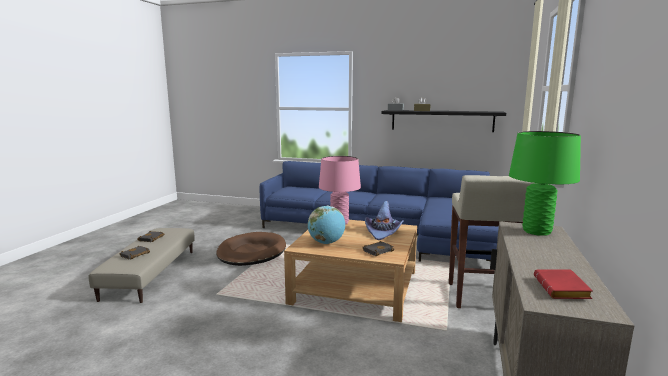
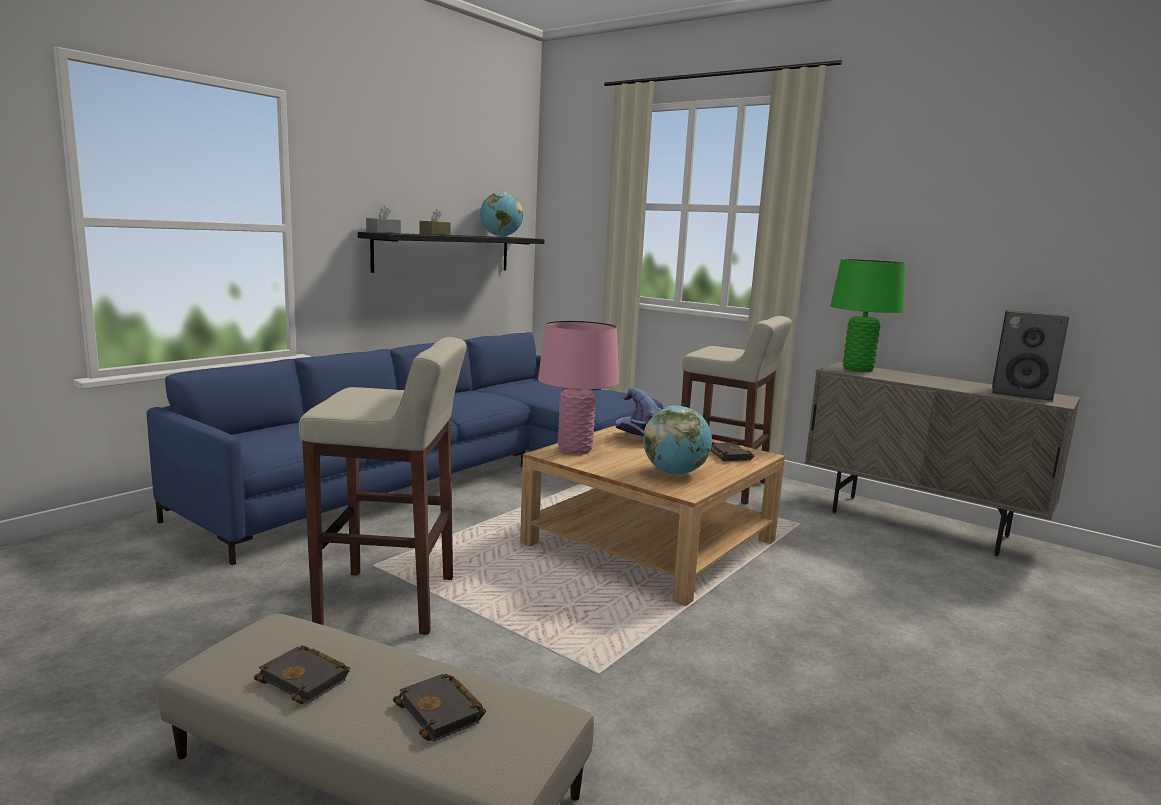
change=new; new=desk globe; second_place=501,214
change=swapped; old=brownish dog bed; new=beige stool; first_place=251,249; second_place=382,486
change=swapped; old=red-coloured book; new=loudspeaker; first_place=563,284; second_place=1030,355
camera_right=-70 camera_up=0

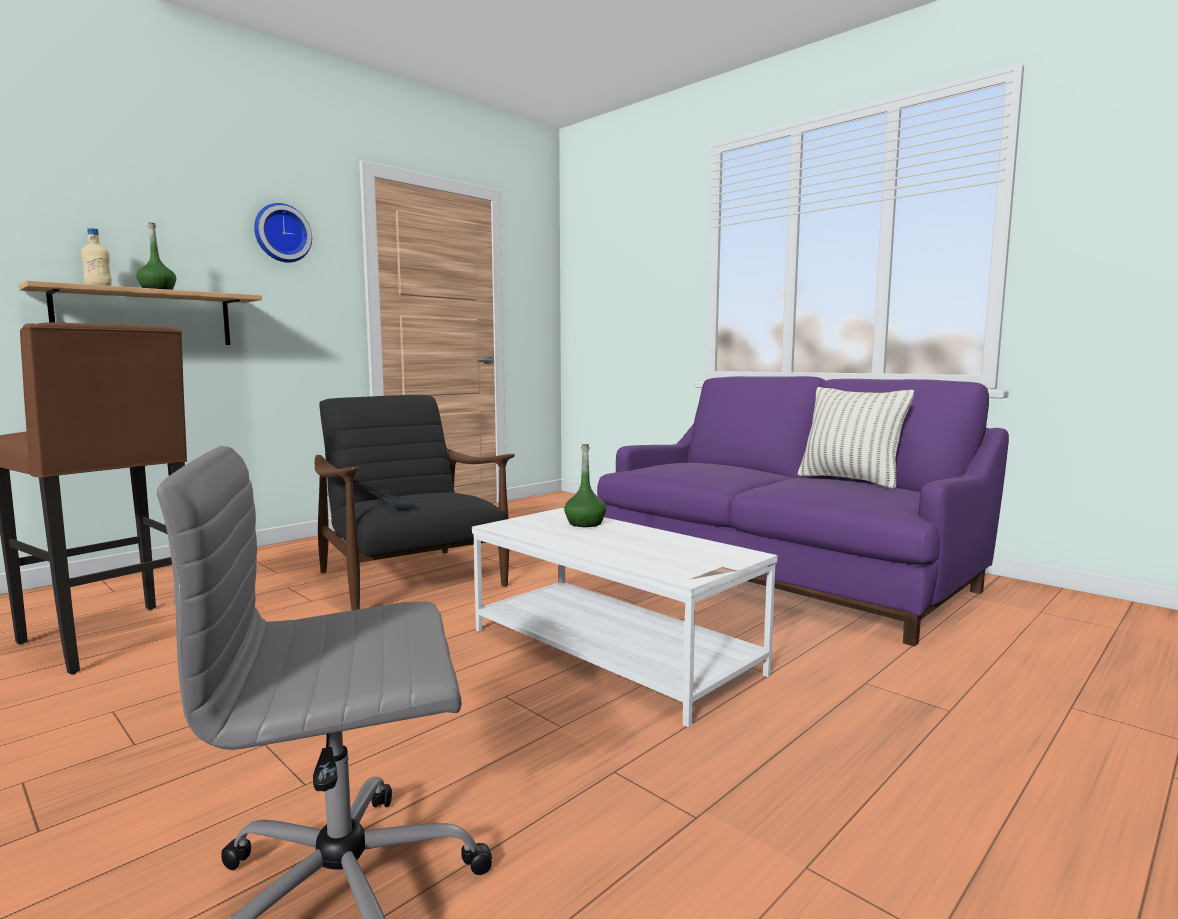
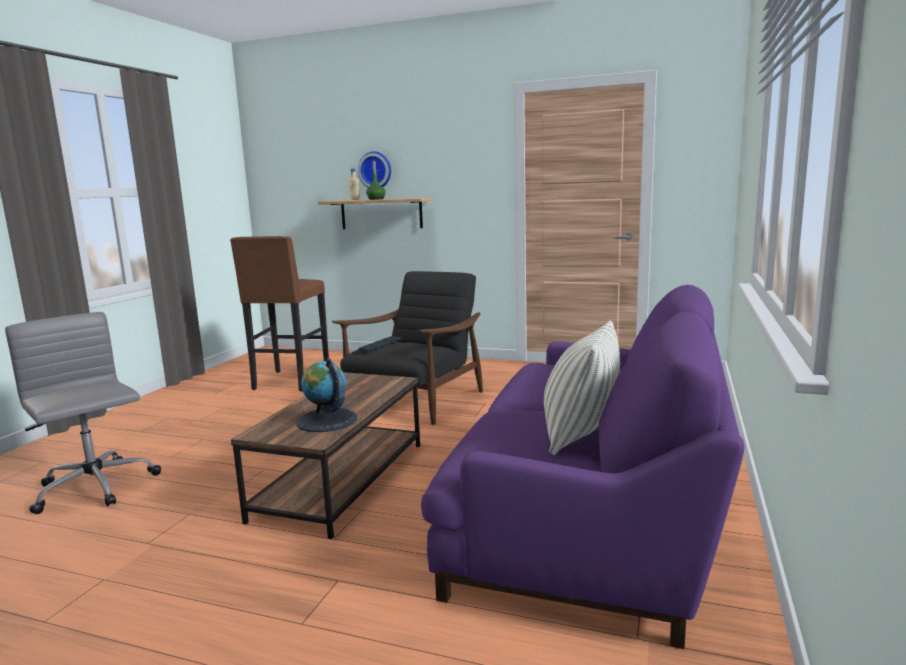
change=gone; old=greenish bottle; first_place=585,485
change=new; new=desk globe; second_place=326,395
change=shifted; old=clock on the wall; first_place=283,232; second_place=374,169
change=repainted; old=whitish coffee table; new=brownish coffee table; first_place=625,617; second_place=325,455
camera_right=65 camera_up=5

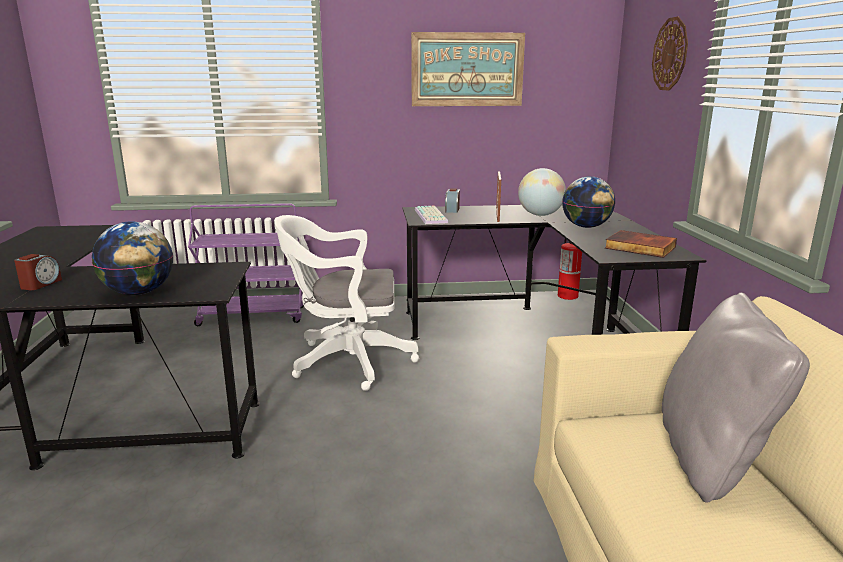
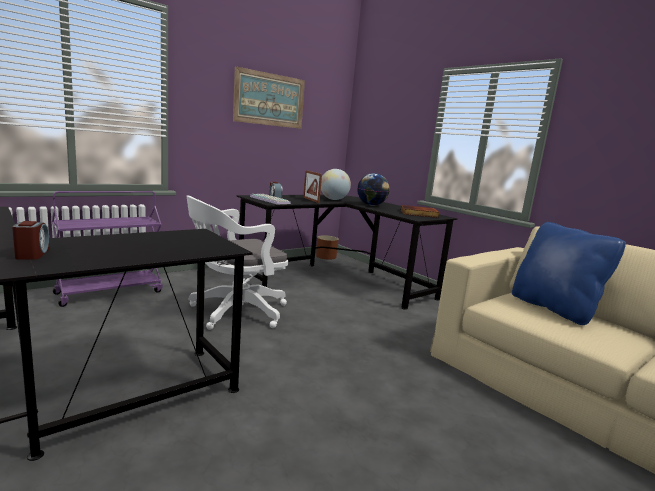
change=gone; old=desk globe; first_place=132,258
change=gone; old=clock on the wall; first_place=670,53
change=swapped; old=extinguisher; new=brownish flower pot; first_place=570,269; second_place=327,247
change=repainted; old=gray pillow; new=blue-coloured pillow; first_place=736,398; second_place=569,273
camera_right=-35 camera_up=-5

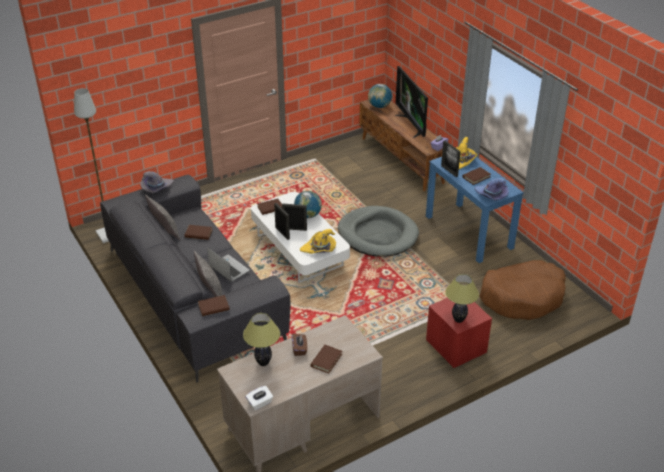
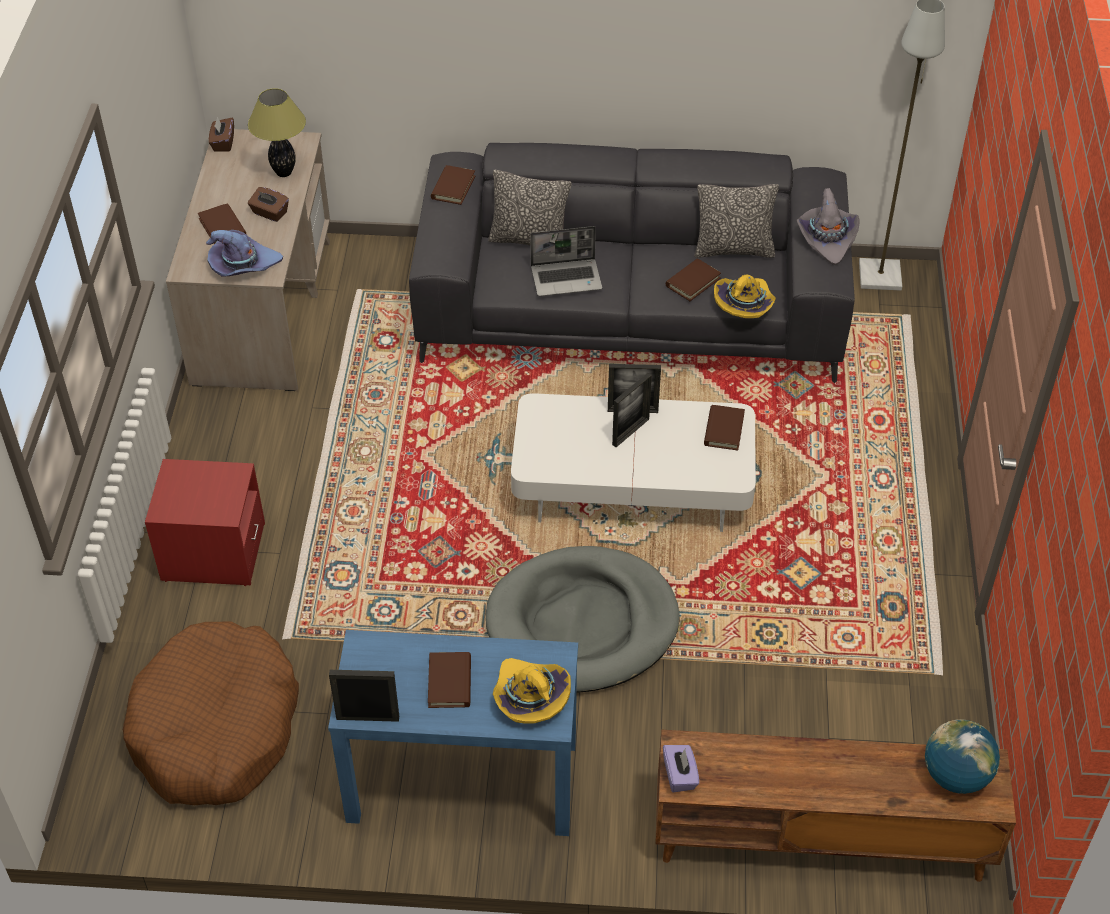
change=gone; old=desk globe; first_place=308,204
change=gone; old=TV; first_place=411,102
change=gone; old=tabletop lamp; first_place=462,298
change=shifted; old=yellowish clothing hat; first_place=318,241; second_place=745,296
change=shifted; old=photo frame; first_place=451,159; second_place=364,696
change=shifted; old=purplish clothing hat; first_place=491,189; second_place=244,253
change=repainted; old=whitish tissue holder; new=brownish tissue holder; first_place=259,398; second_place=221,134
camera_right=125 camera_up=10

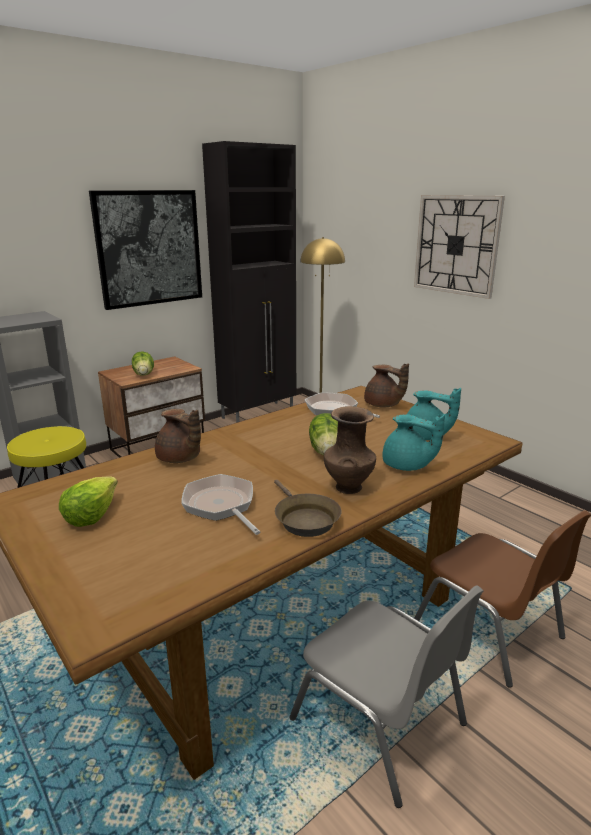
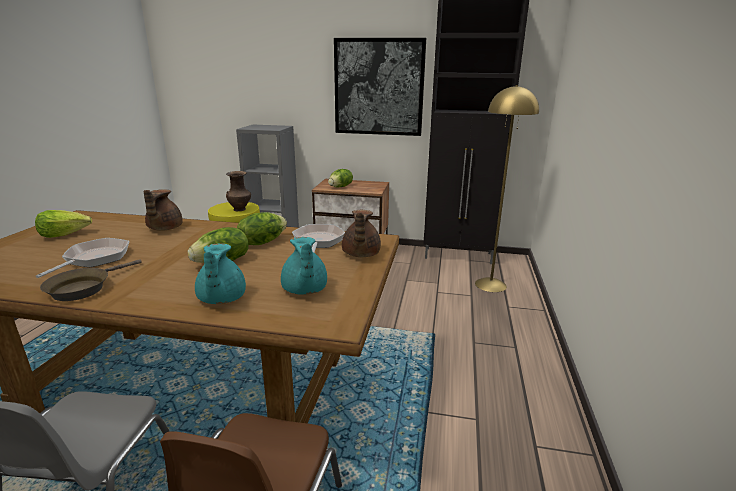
change=gone; old=clock on the wall; first_place=459,247
change=new; new=lettuce head; second_place=262,228
change=shifted; old=brownish vase; first_place=350,450; second_place=238,191
camera_right=50 camera_up=0

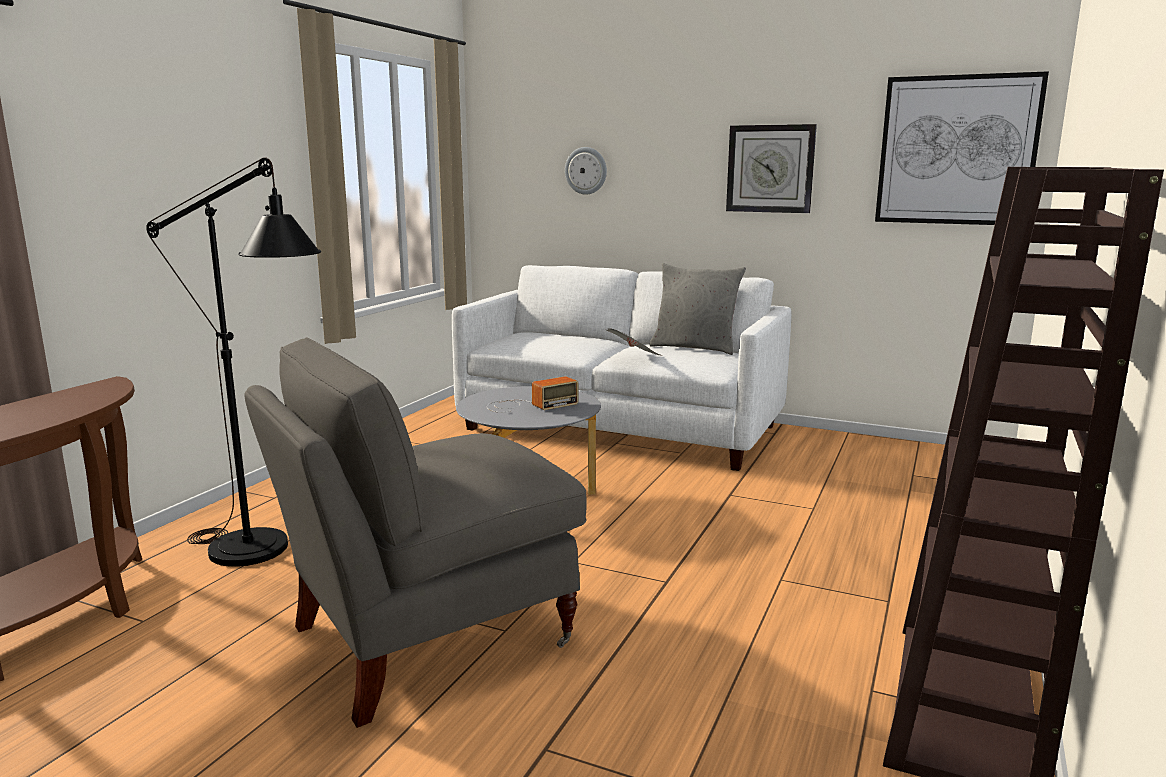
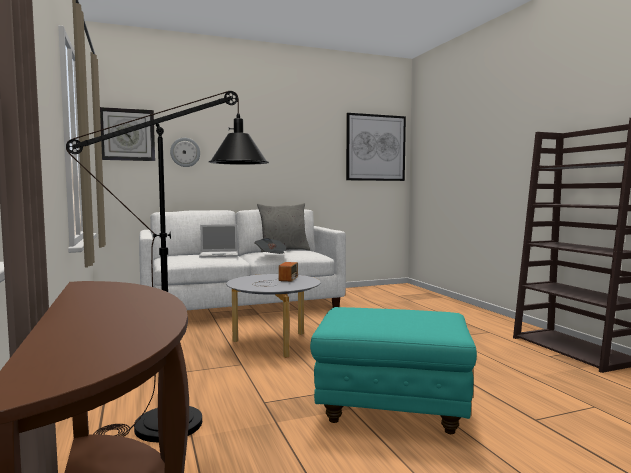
change=new; new=notebook computer; second_place=218,241
change=shifted; old=clock on the wall; first_place=771,168; second_place=127,134
change=swapped; old=gray lounge chair; new=turquoise-coloured footrest; first_place=415,532; second_place=393,370
camera_right=-45 camera_up=-10

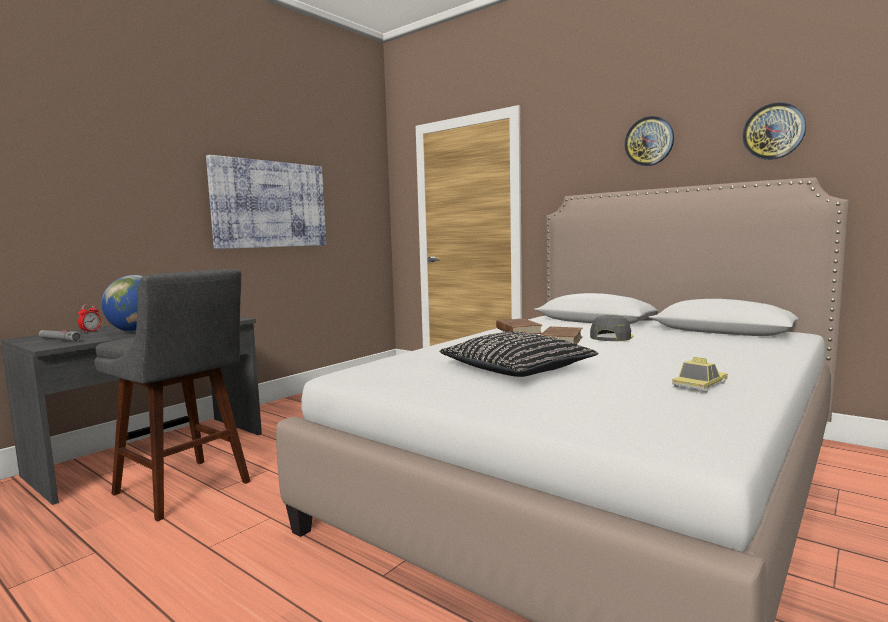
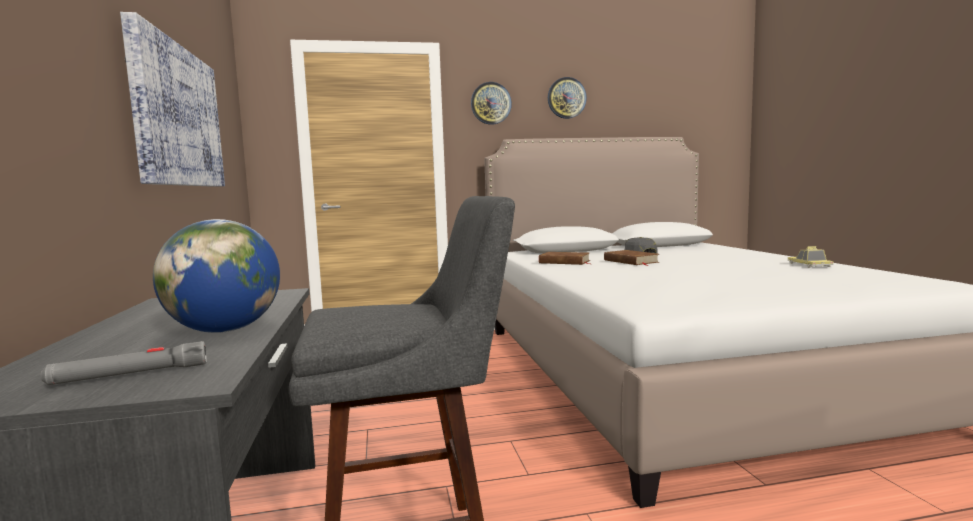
change=gone; old=table clock; first_place=89,318
change=gone; old=black-coloured pillow; first_place=518,354
change=shifted; old=clock on the wall; first_place=774,131; second_place=491,103
camera_right=-50 camera_up=0

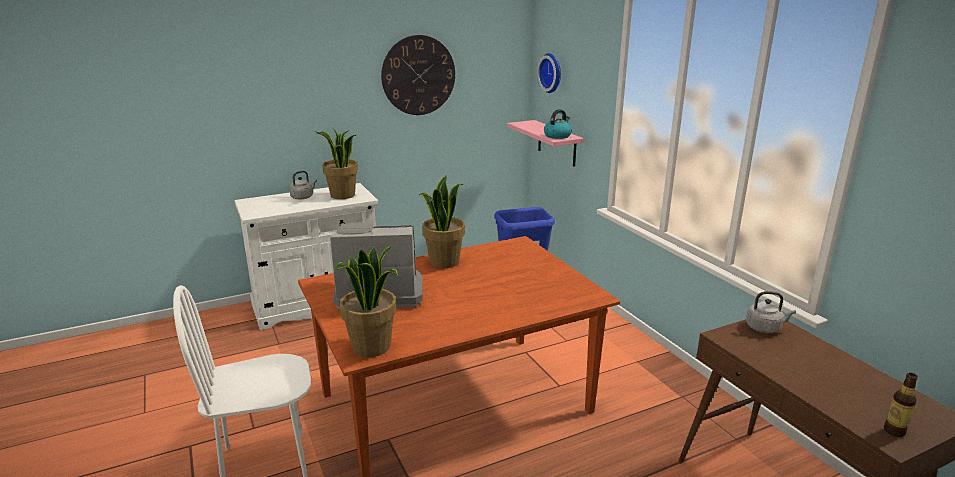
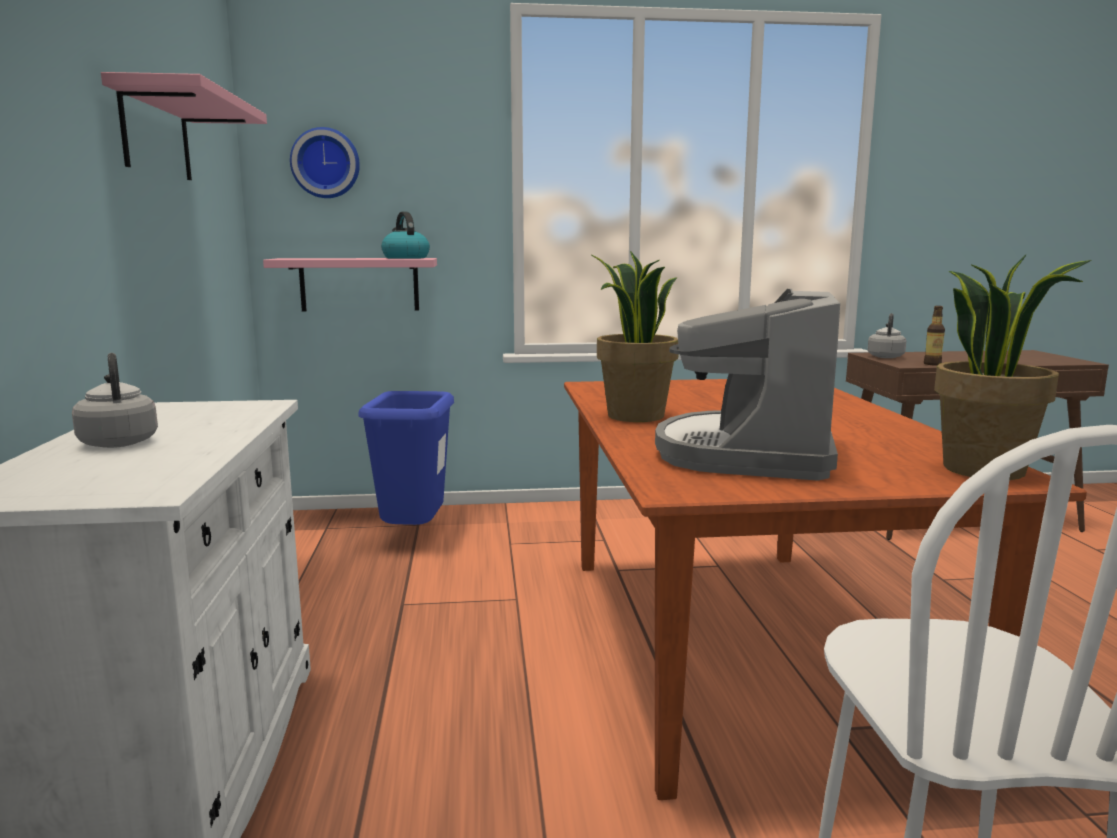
change=gone; old=houseplant; first_place=336,164
change=shifted; old=bottle; first_place=901,405; second_place=934,335
change=swapped; old=clock on the wall; new=pink-coloured shelf; first_place=418,75; second_place=184,126
camera_right=-70 camera_up=-10

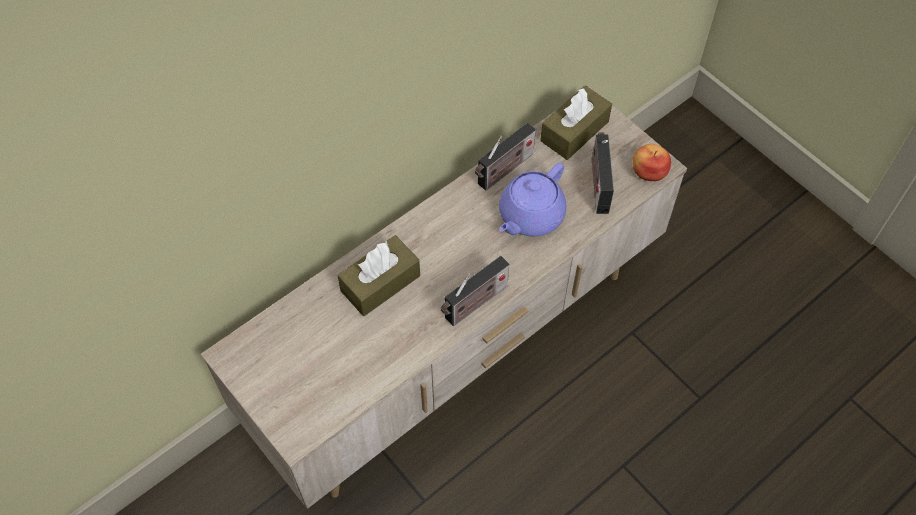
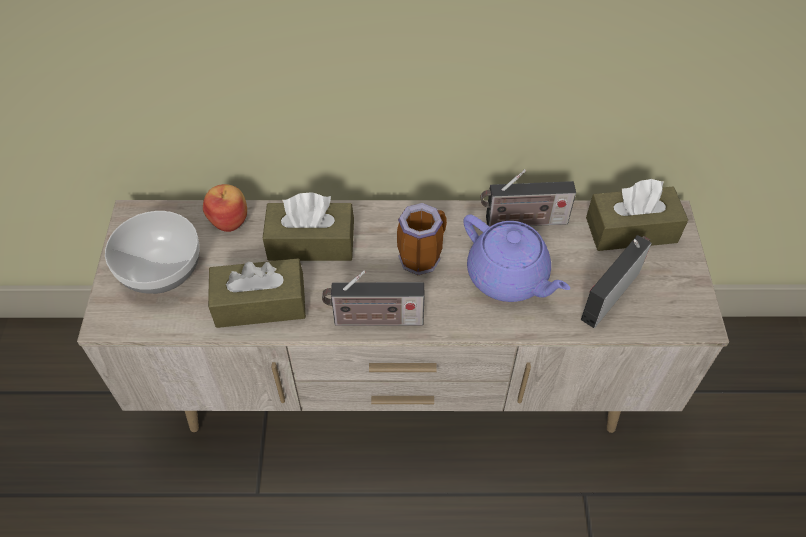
change=new; new=serving bowl; second_place=152,252
change=new; new=brownish tissue holder; second_place=257,293
change=new; new=mug; second_place=422,239
change=shifted; old=apple fruit; first_place=651,162; second_place=225,208
change=rotated; old=purplish pot for tea; first_place=532,199; second_place=516,258; degrees=-120
camera_right=40 camera_up=-5

